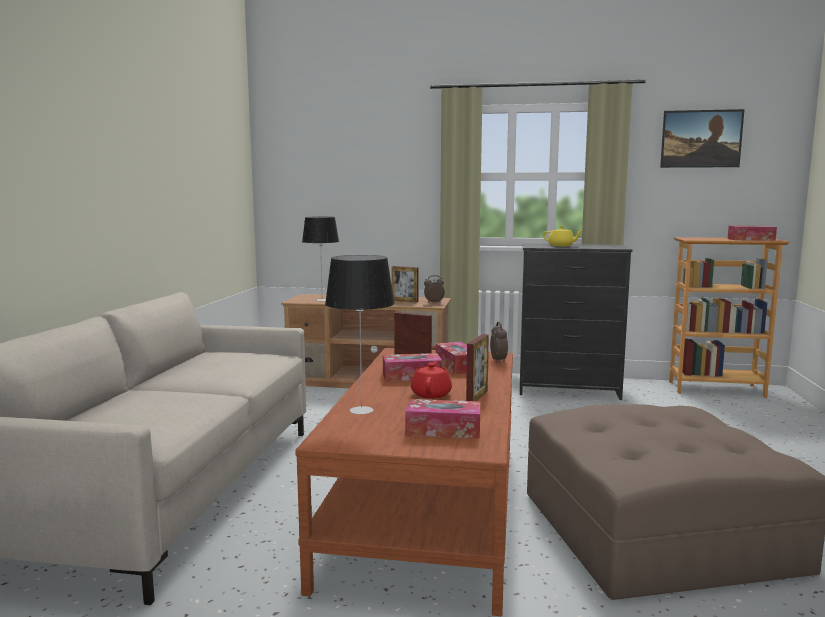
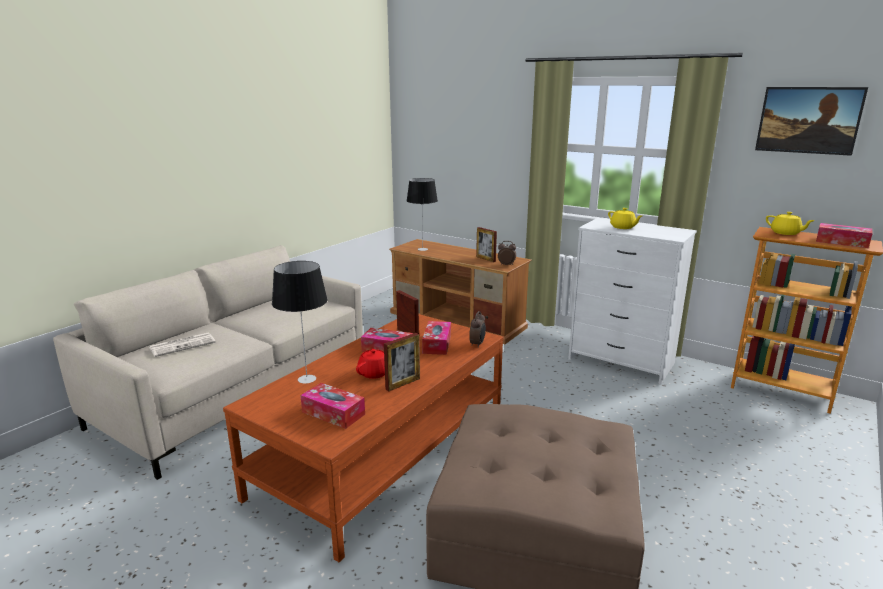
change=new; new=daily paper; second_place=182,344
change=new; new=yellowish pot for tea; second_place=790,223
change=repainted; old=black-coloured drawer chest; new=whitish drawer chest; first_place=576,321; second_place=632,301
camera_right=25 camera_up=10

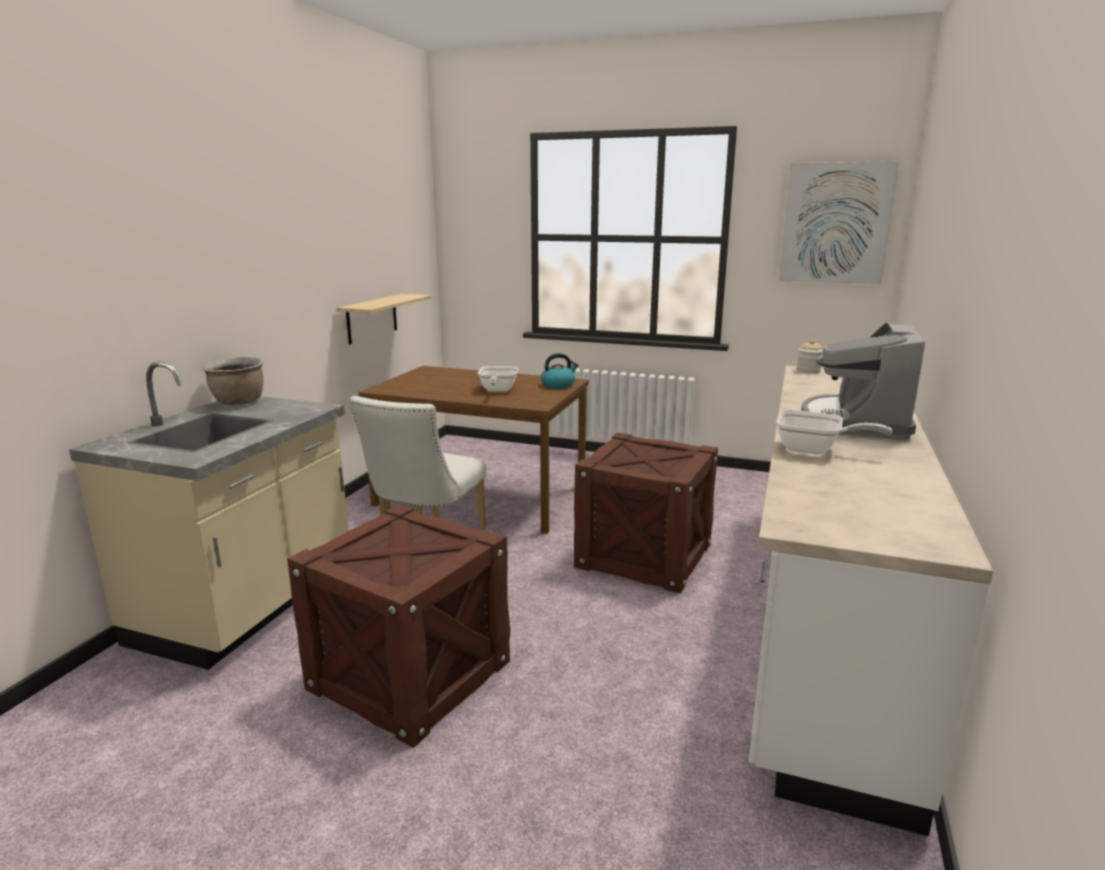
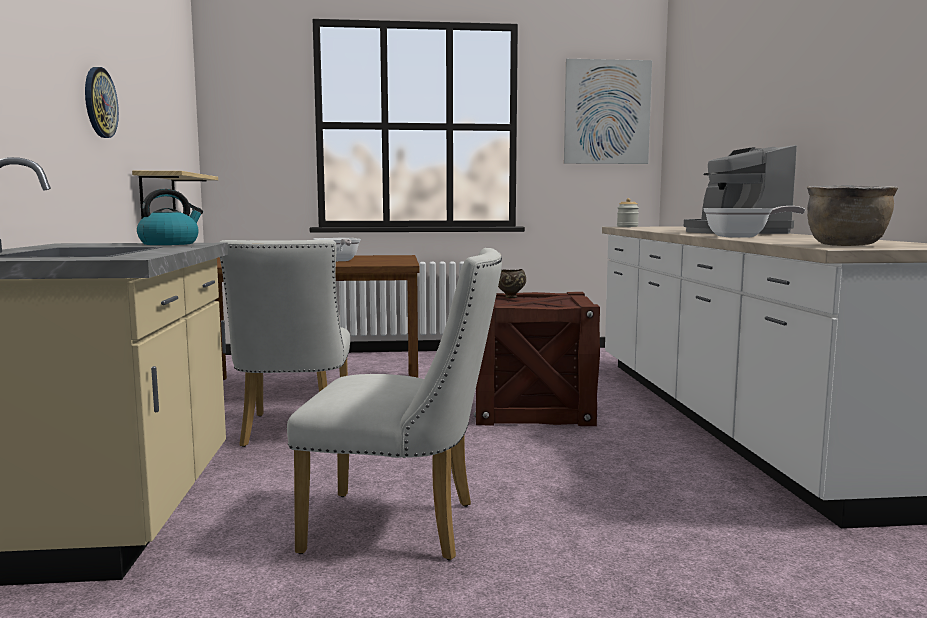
change=new; new=clock on the wall; second_place=102,102
change=new; new=brownish serving bowl; second_place=512,283
change=shifted; old=brownish saucepot; first_place=233,381; second_place=852,215
change=shifted; old=tea kettle; first_place=560,371; second_place=170,217
change=swapped; old=packing crate; new=whitish upright chair; first_place=398,626; second_place=394,404
camera_right=-25 camera_up=-10

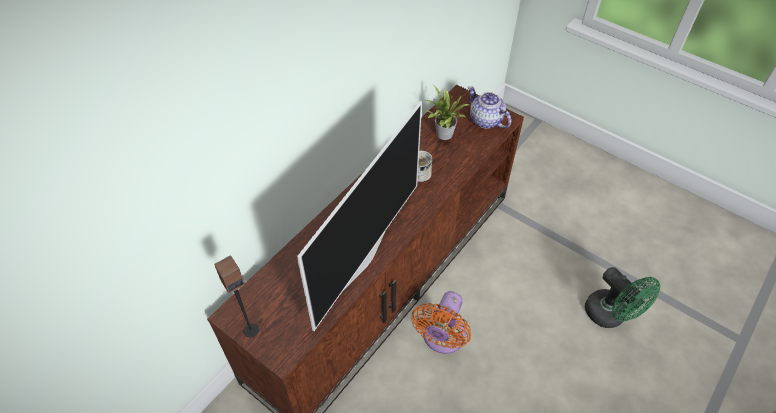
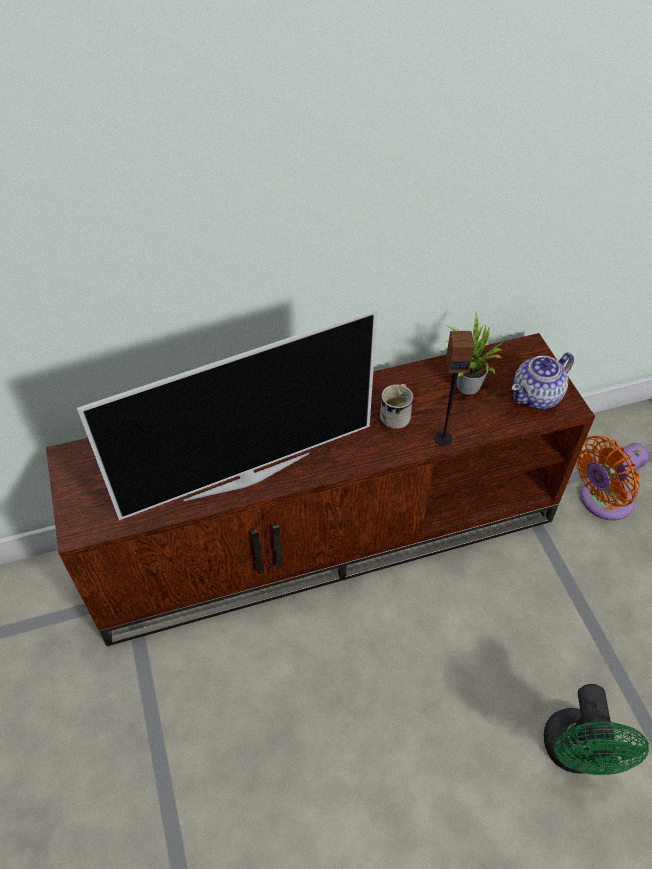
change=shifted; old=loudspeaker; first_place=236,296; second_place=454,388
change=shifted; old=orange cooling fan; first_place=441,322; second_place=612,478
change=rotated; old=pot for tea; first_place=489,107; second_place=543,381; degrees=-120
camera_right=35 camera_up=0

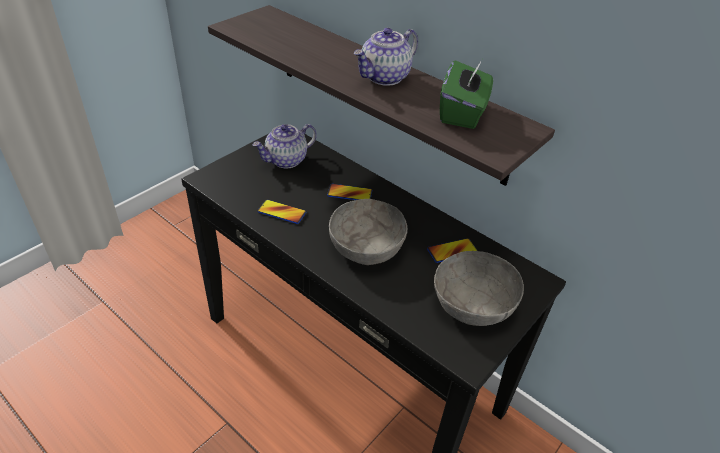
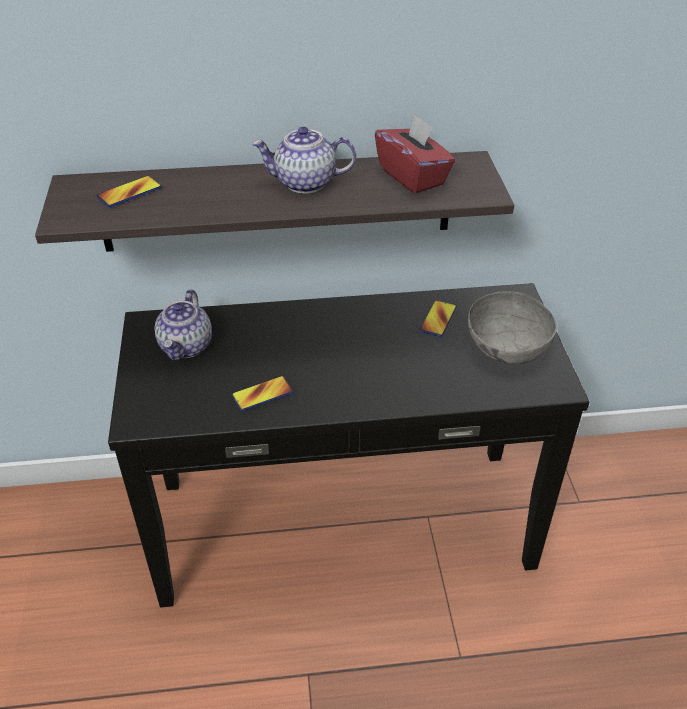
change=gone; old=gray serving bowl; first_place=368,232
change=shifted; old=phone; first_place=349,192; second_place=129,191
change=repainted; old=greenish tissue holder; new=red-coloured tissue holder; first_place=466,94; second_place=415,154
change=rotated; old=pot for tea; first_place=385,57; second_place=304,159; degrees=90
camera_right=-45 camera_up=0

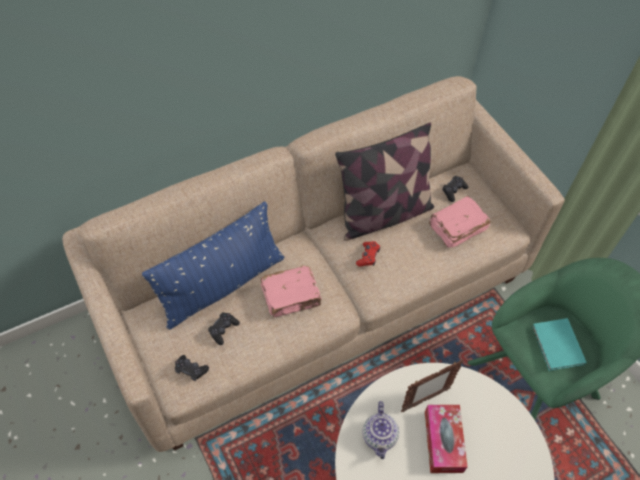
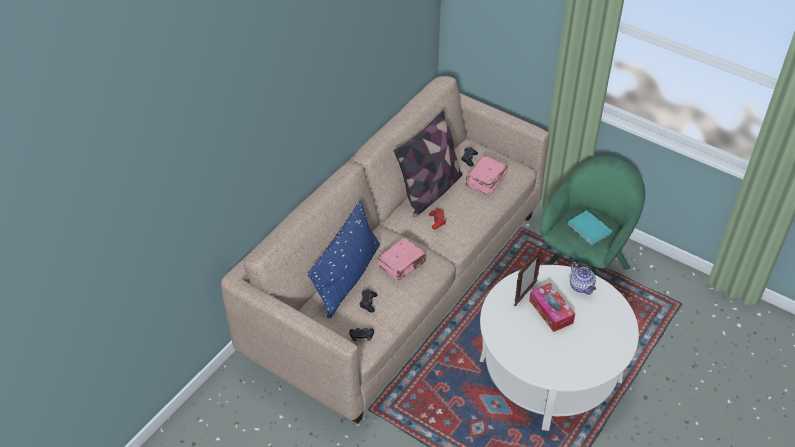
change=shifted; old=pot for tea; first_place=380,430; second_place=583,278
camera_right=-25 camera_up=-10

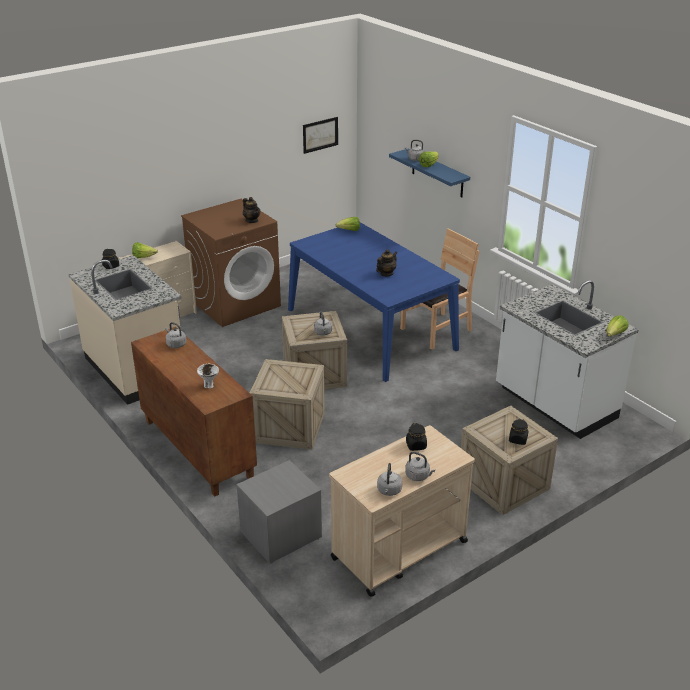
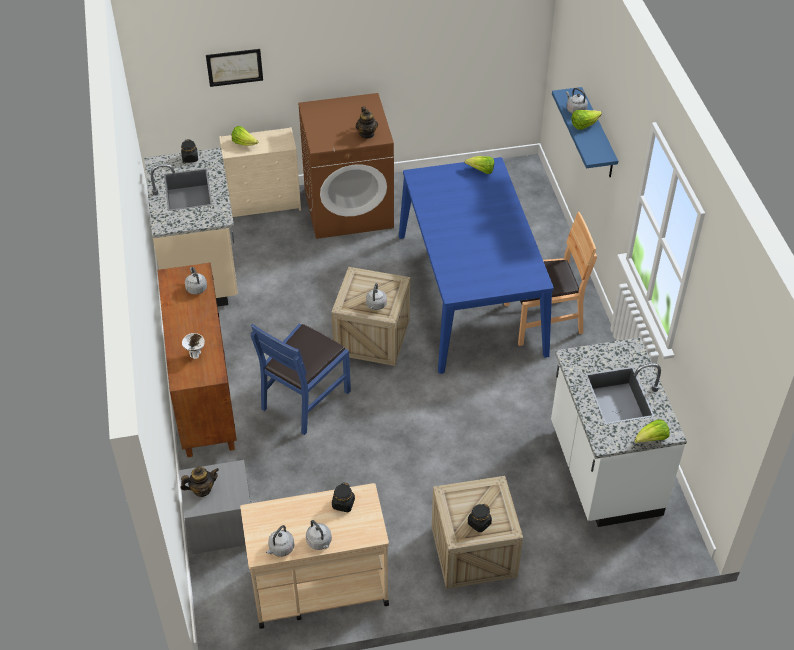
change=shifted; old=wall art; first_place=320,135; second_place=234,68
change=shifted; old=pot for tea; first_place=387,262; second_place=199,482
change=swapped; old=packing crate; new=blue-coloured upright chair; first_place=287,404; second_place=301,379
camera_right=25 camera_up=15

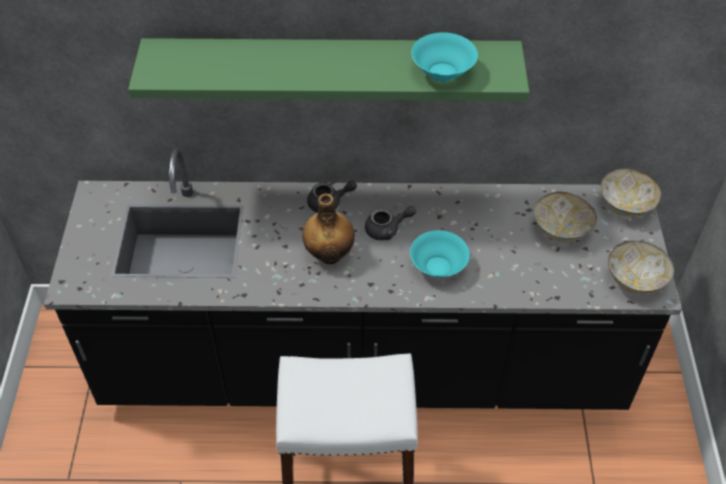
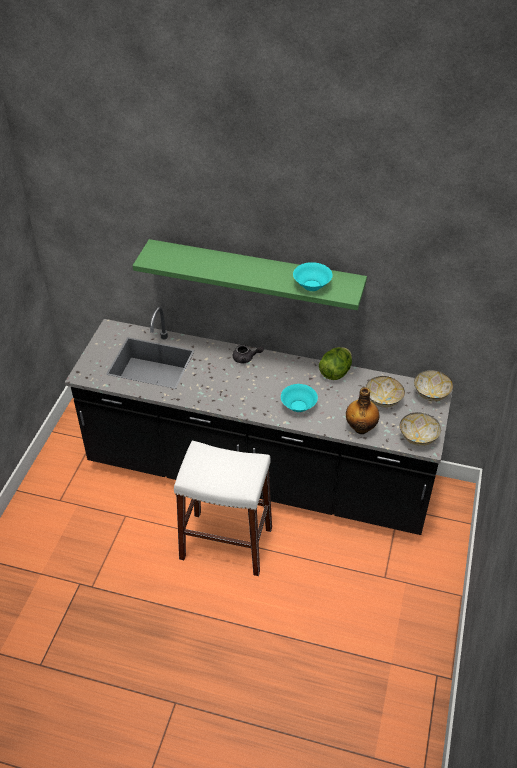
change=gone; old=gray pot for tea; first_place=390,223
change=new; new=lettuce head; second_place=335,363
change=shifted; old=bottle; first_place=328,228; second_place=362,410
camera_right=15 camera_up=-5

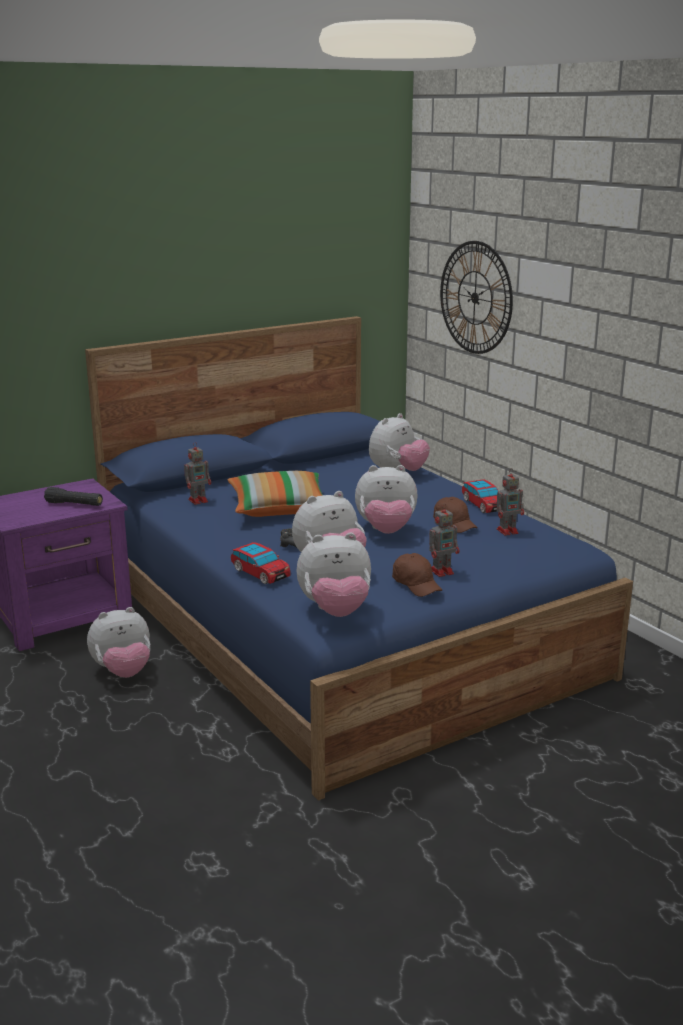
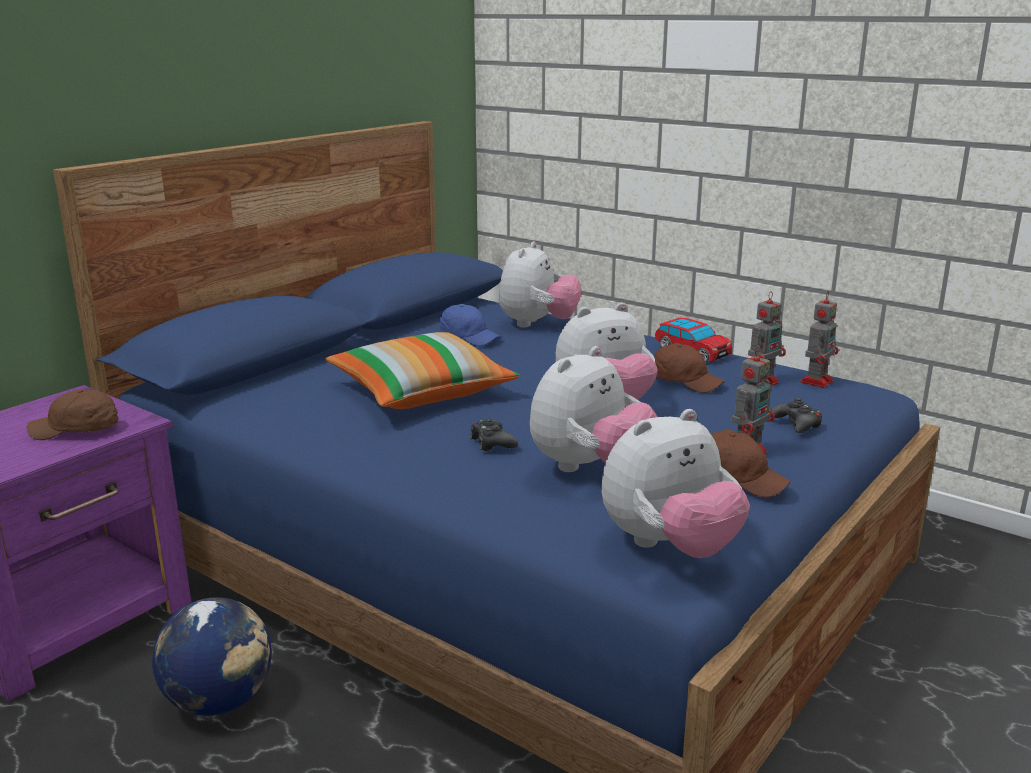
change=gone; old=miniature car; first_place=261,563
change=gone; old=clock on the wall; first_place=476,297
change=new; new=blue-coloured baseball cap; second_place=470,325
change=new; new=black-coloured gamepad; second_place=796,415
change=shifted; old=robot figure; first_place=197,473; second_place=819,339
change=swapped; old=black-coloured flashlight; new=brownish baseball cap; first_place=73,496; second_place=73,415
change=swapped; old=soft toy; new=desk globe; first_place=118,642; second_place=212,656
camera_right=-20 camera_up=0

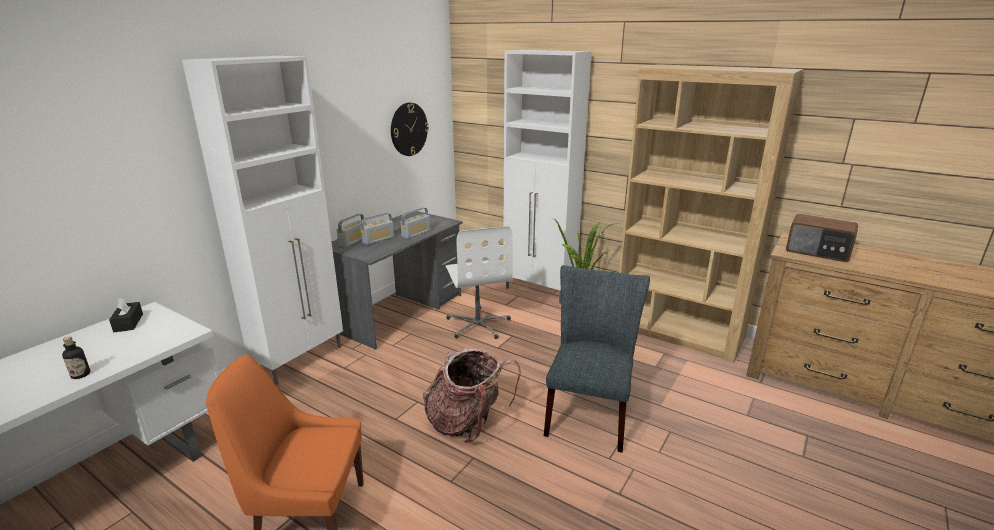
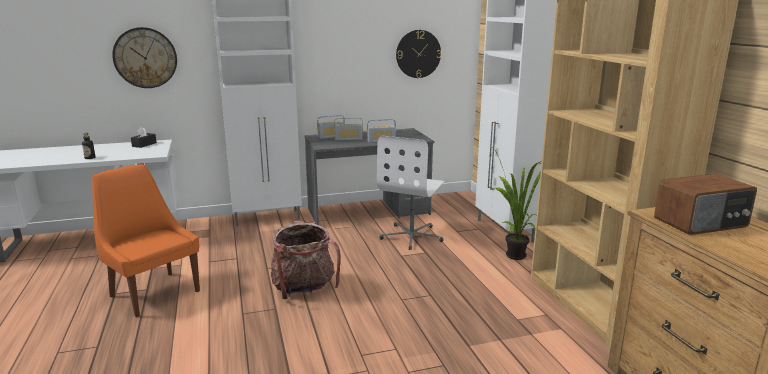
change=gone; old=gray upright chair; first_place=597,359
change=new; new=clock on the wall; second_place=144,57
change=rotated; old=radio set; first_place=822,238; second_place=705,204; degrees=-90
camera_right=40 camera_up=-5

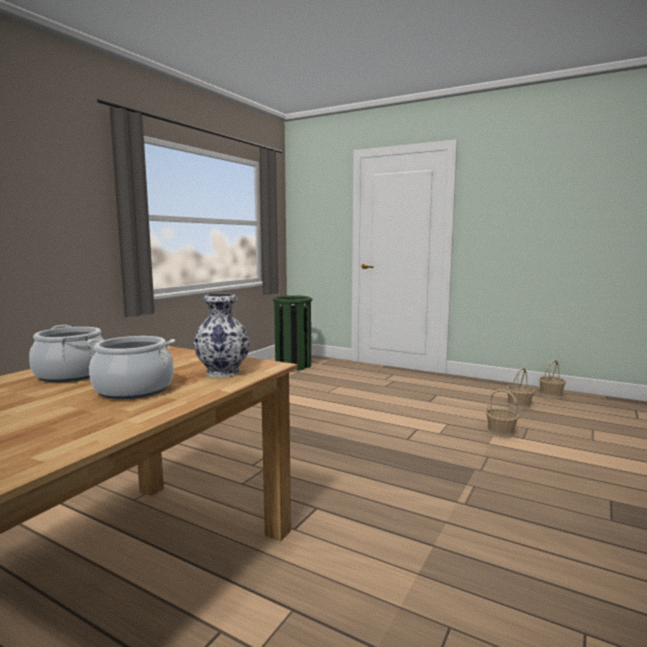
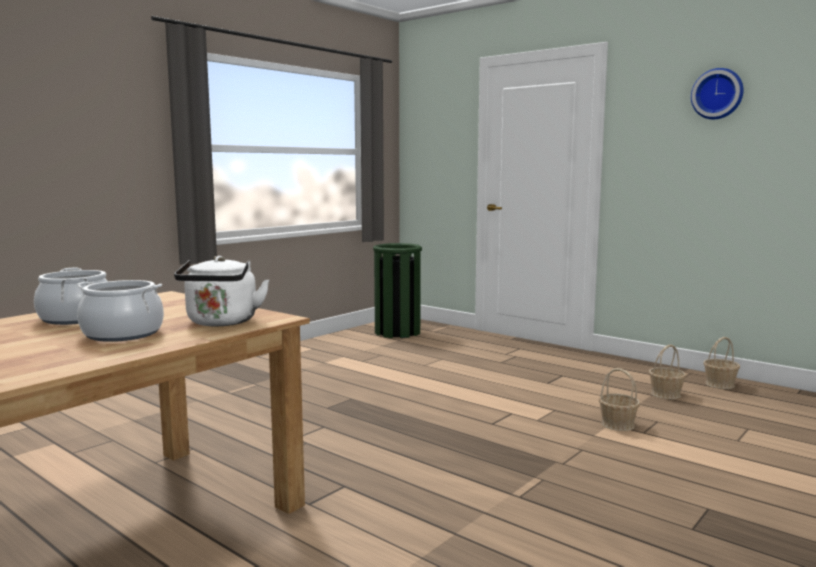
change=new; new=clock on the wall; second_place=717,93
change=swapped; old=vase; new=whitish tea kettle; first_place=221,335; second_place=221,291
camera_right=10 camera_up=0

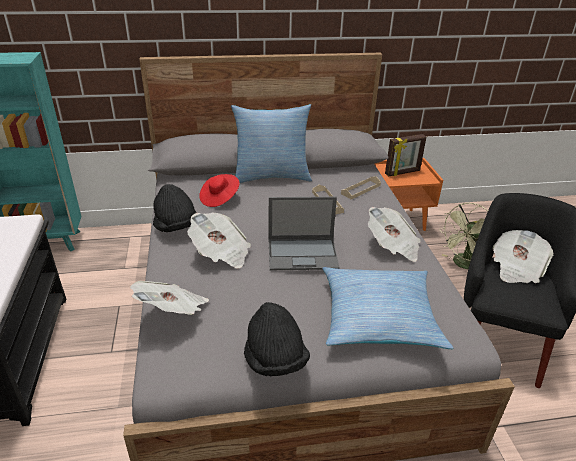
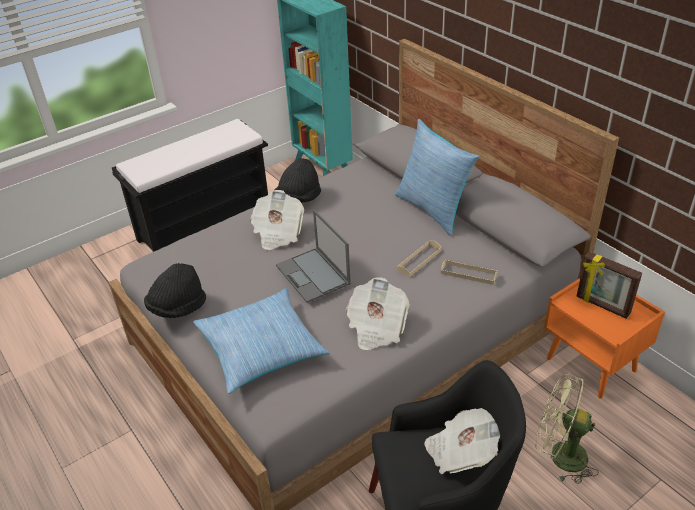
change=gone; old=daily paper; first_place=169,298
change=gone; old=red-coloured clothing hat; first_place=219,190
camera_right=65 camera_up=5

